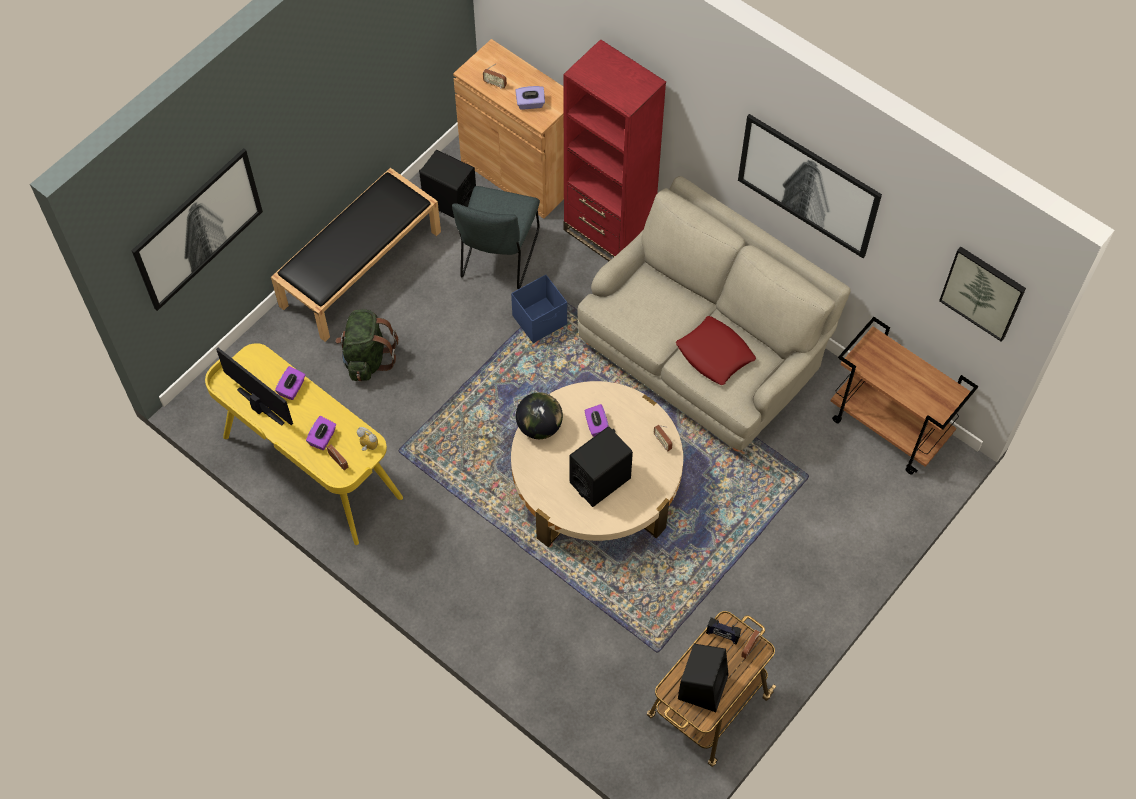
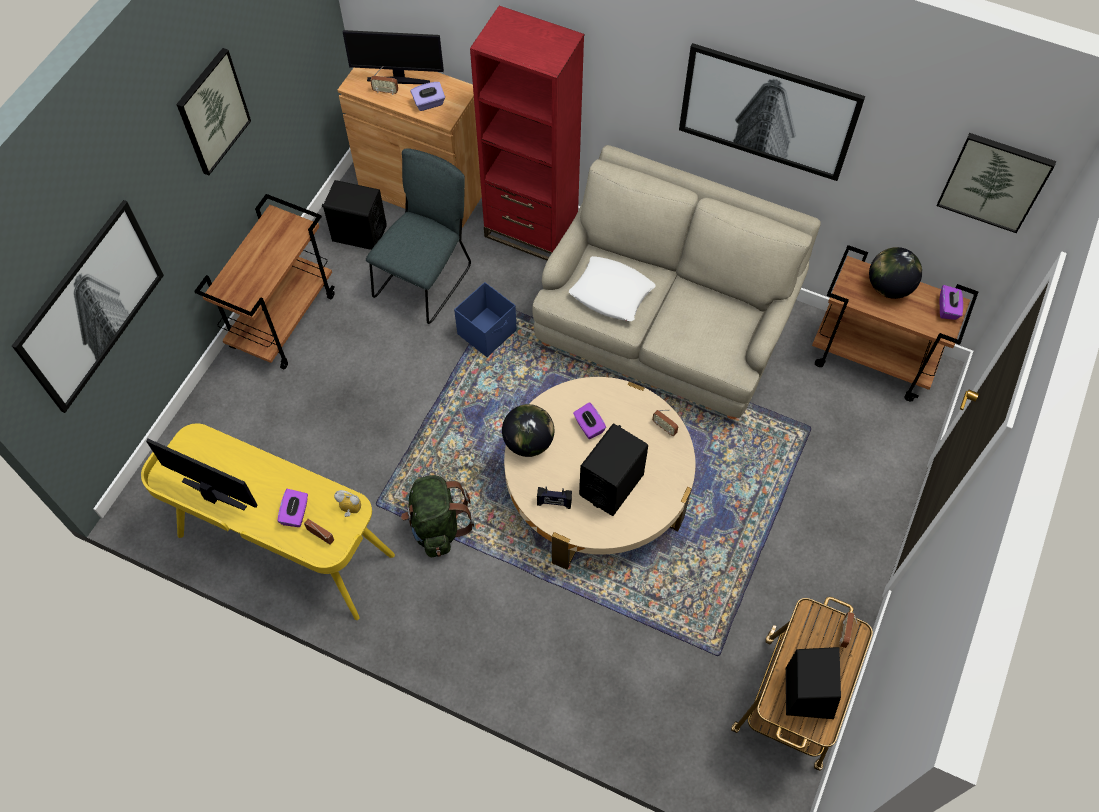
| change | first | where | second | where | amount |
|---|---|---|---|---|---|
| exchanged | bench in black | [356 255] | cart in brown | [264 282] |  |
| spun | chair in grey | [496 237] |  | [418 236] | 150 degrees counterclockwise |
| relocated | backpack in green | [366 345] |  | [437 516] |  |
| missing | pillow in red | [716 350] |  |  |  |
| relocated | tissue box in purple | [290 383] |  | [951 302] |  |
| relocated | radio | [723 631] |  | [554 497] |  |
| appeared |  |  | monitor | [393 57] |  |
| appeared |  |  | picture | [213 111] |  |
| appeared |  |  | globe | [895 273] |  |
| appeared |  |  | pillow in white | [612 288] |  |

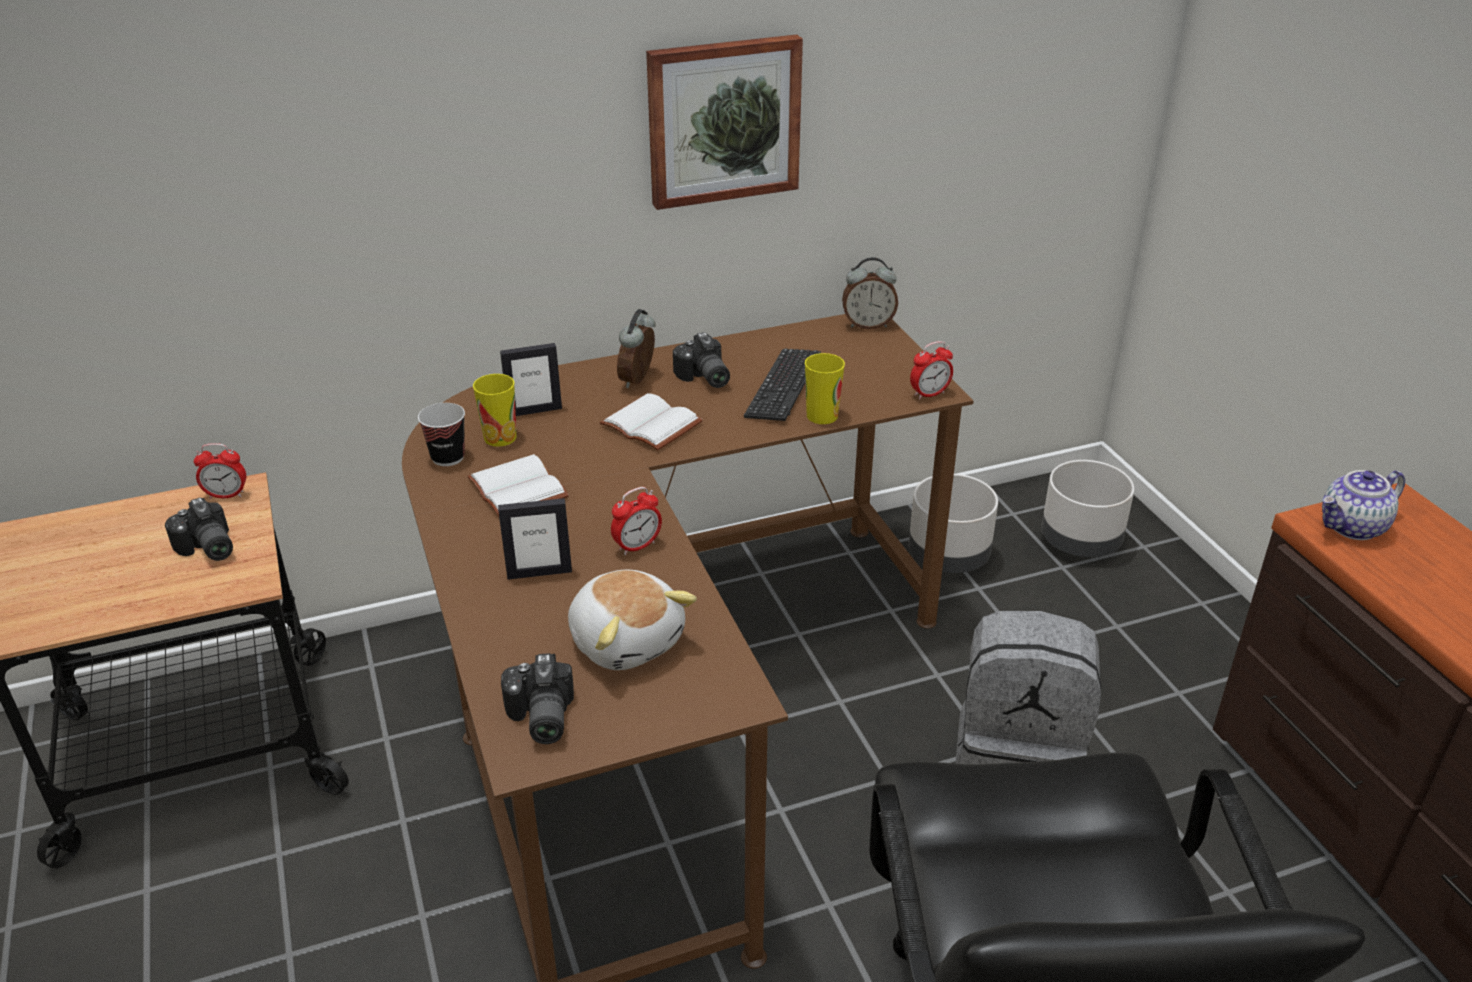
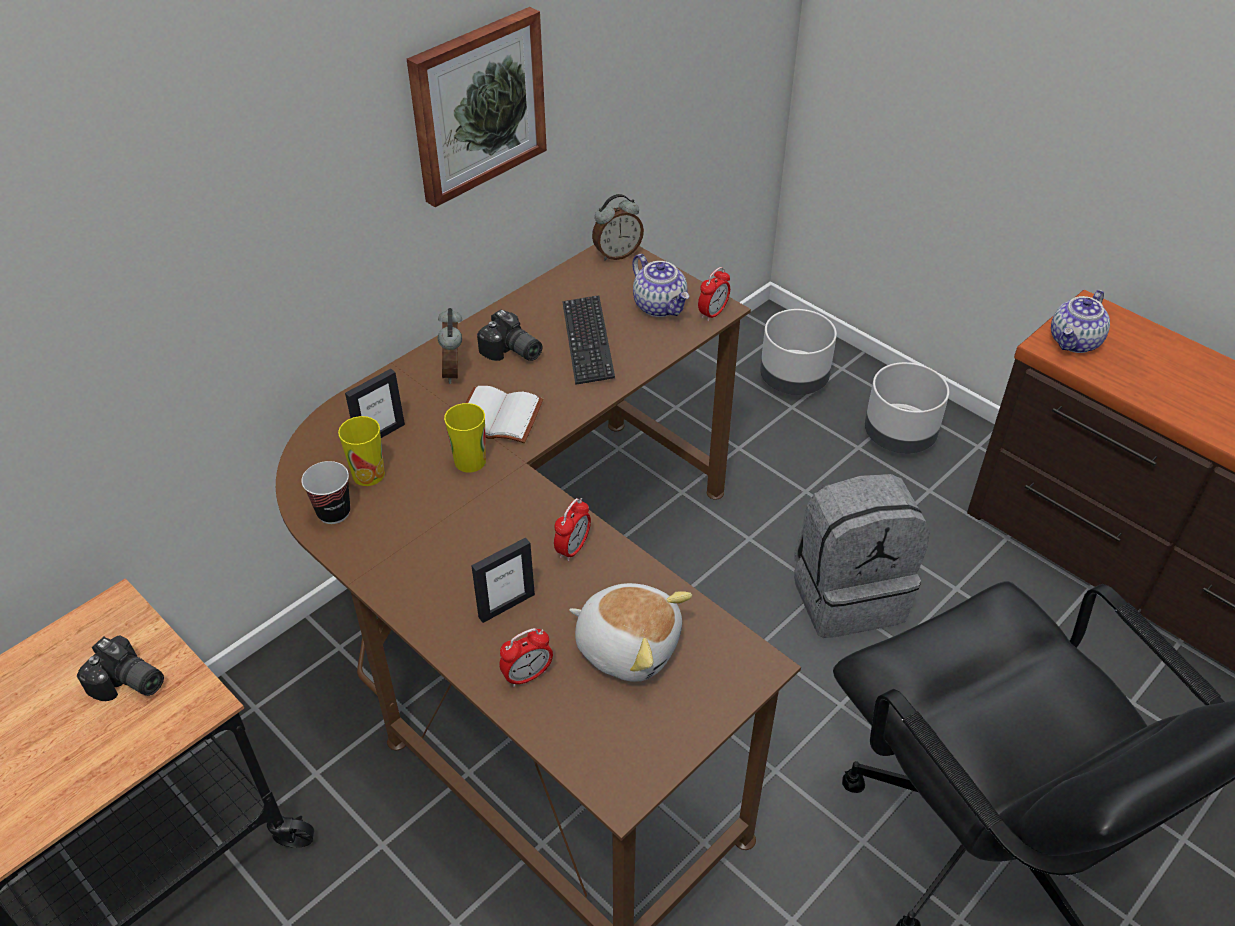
| change | first | where | second | where | amount |
|---|---|---|---|---|---|
| relocated | cup | [825 388] |  | [465 437] |  |
| relocated | alarm clock | [219 471] |  | [526 657] |  |
| missing | book in white | [518 485] |  |  |  |
| relocated | planter in grey | [953 523] |  | [907 407] |  |
| missing | photo camera | [537 698] |  |  |  |
| appeared |  |  | teapot | [660 285] |  |

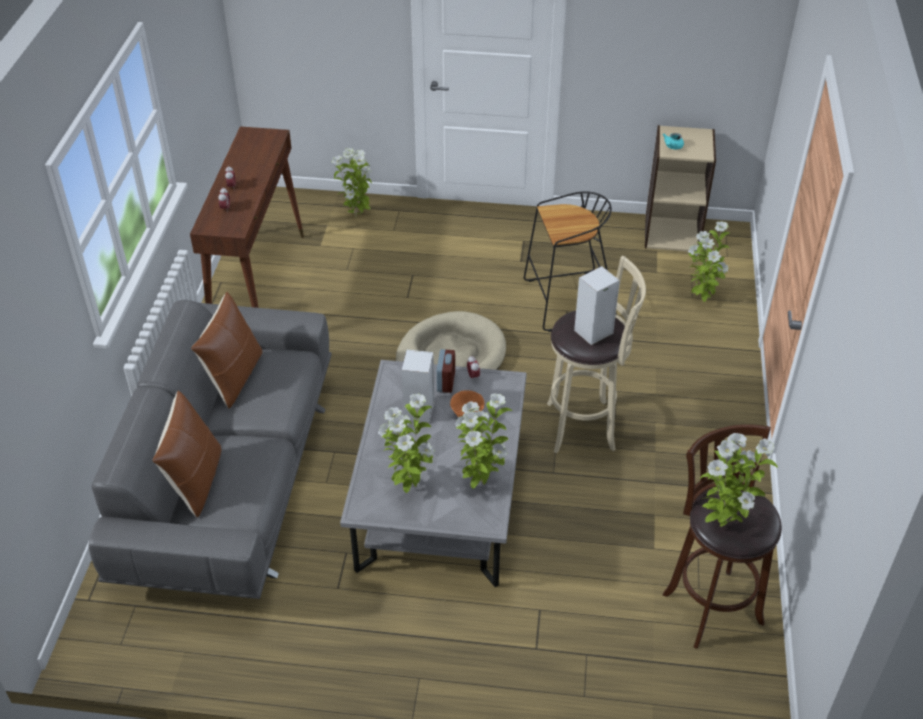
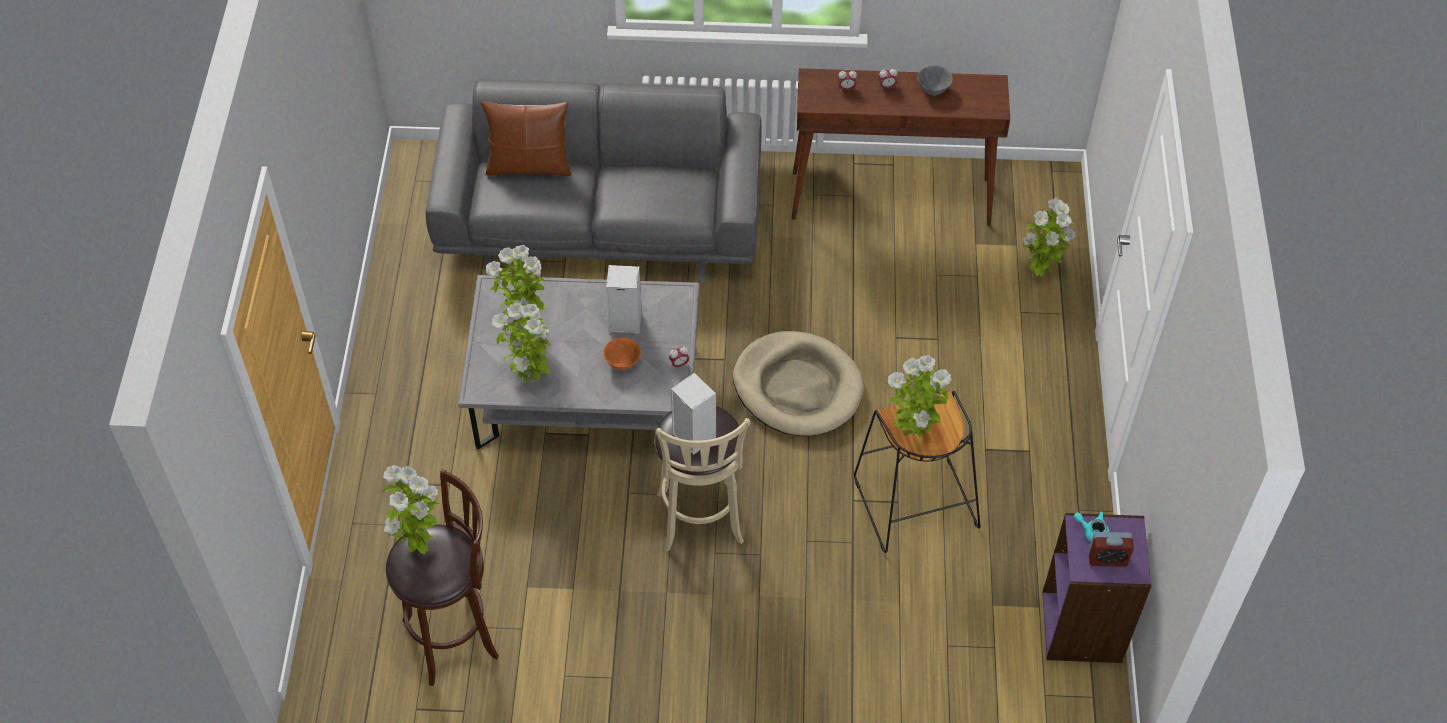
| change | first | where | second | where | amount |
|---|---|---|---|---|---|
| colour | bookcase in beige | [680 188] | bookcase in purple | [1097 588] |  |
| relocated | potted plant | [708 261] |  | [919 396] |  |
| missing | pillow in brown | [226 350] |  |  |  |
| relocated | alarm clock | [446 371] |  | [1111 549] |  |
| appeared |  |  | bowl in grey | [935 80] |  |

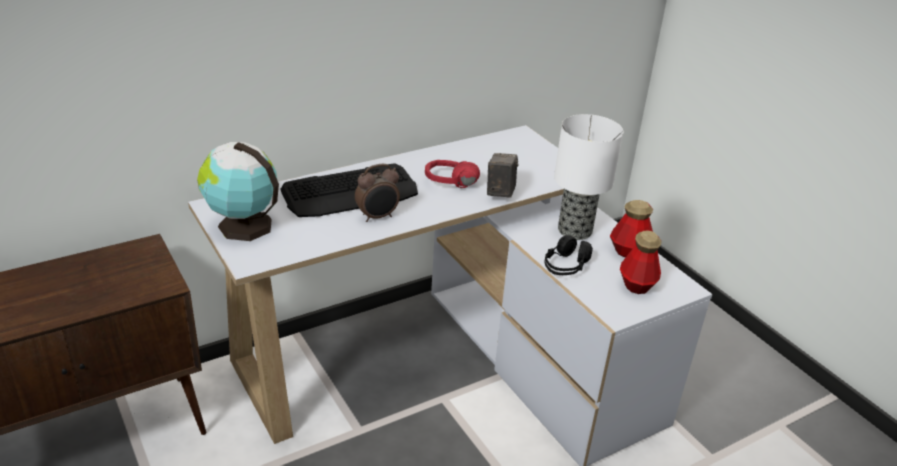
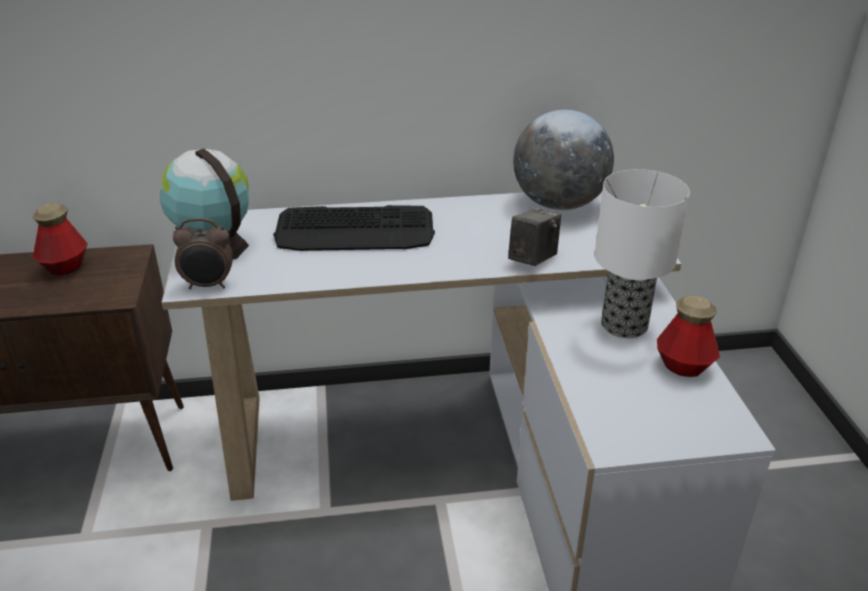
| change | first | where | second | where | amount |
|---|---|---|---|---|---|
| missing | headphones in red | [452 174] |  |  |  |
| relocated | alarm clock | [377 193] |  | [203 253] |  |
| relocated | bottle | [641 262] |  | [60 239] |  |
| missing | headphones in black | [568 255] |  |  |  |
| appeared |  |  | globe | [563 159] |  |

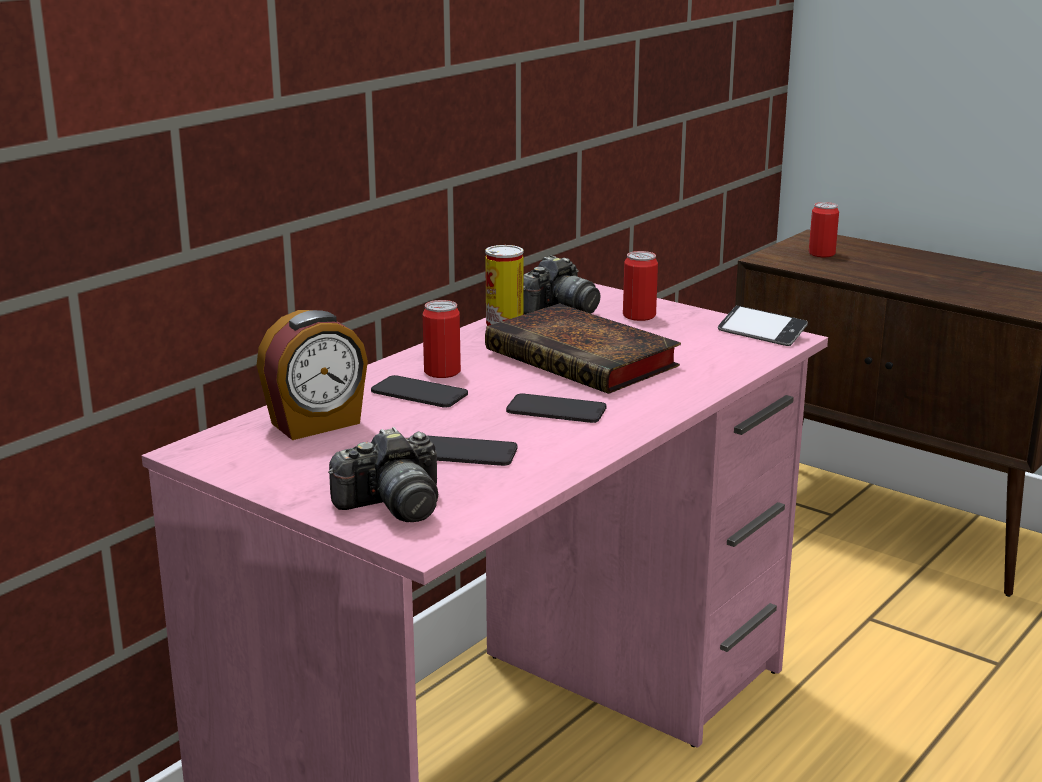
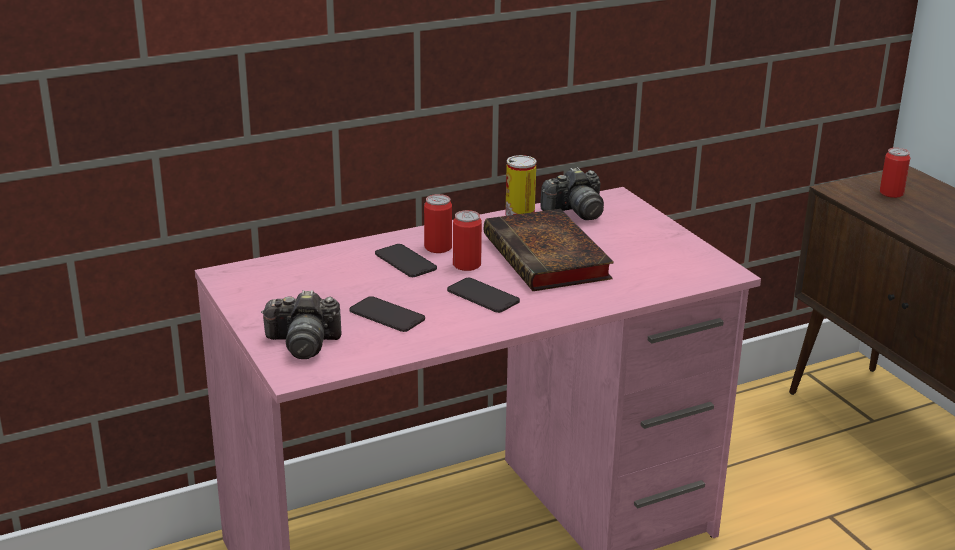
| change | first | where | second | where | amount |
|---|---|---|---|---|---|
| relocated | can | [640 286] |  | [467 240] |  |
| missing | phone | [763 326] |  |  |  |
| missing | alarm clock | [312 375] |  |  |  |

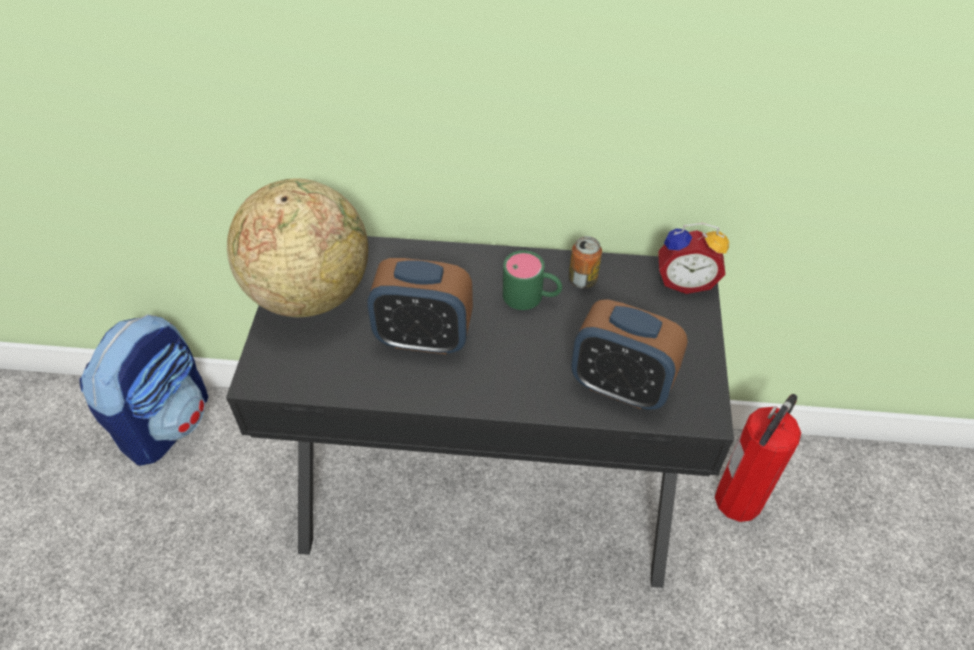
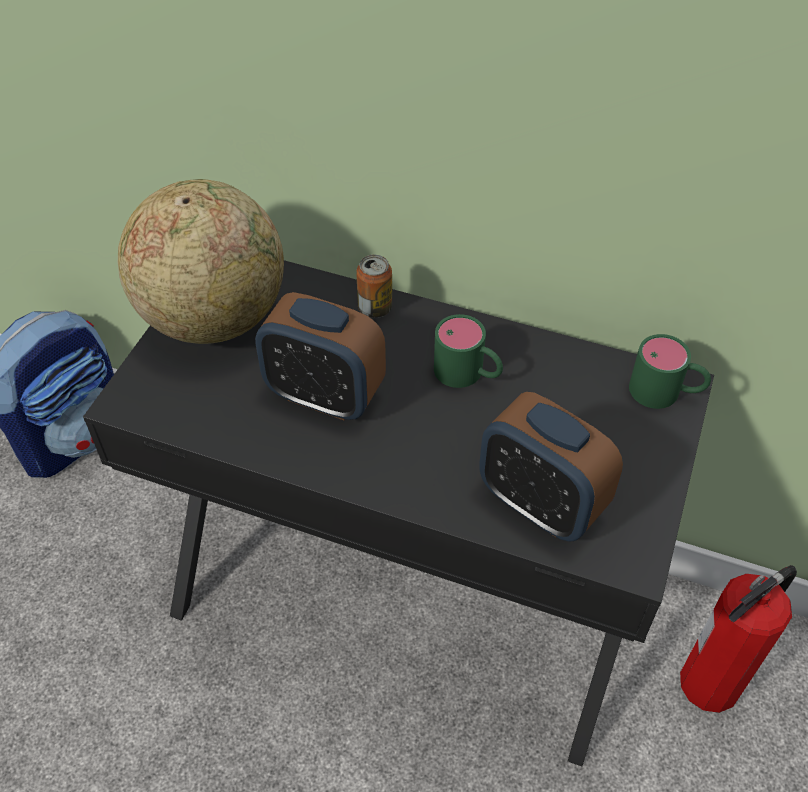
| change | first | where | second | where | amount |
|---|---|---|---|---|---|
| exchanged | alarm clock | [693 258] | mug in green | [670 371] |  |
| relocated | can | [585 262] |  | [374 286] |  |

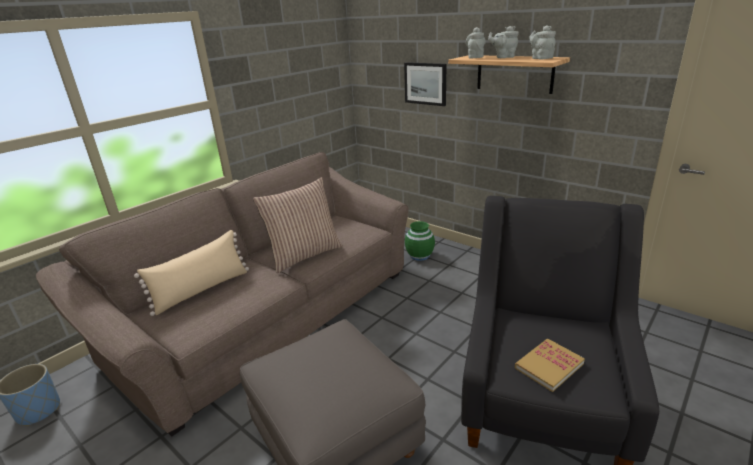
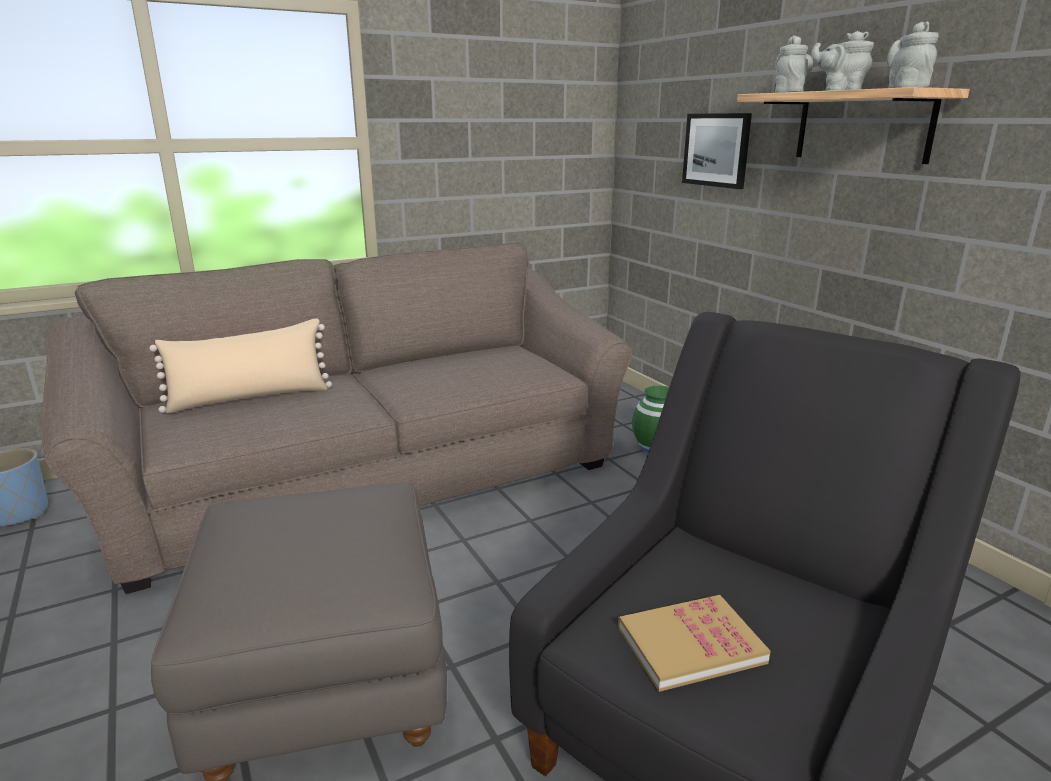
| change | first | where | second | where | amount |
|---|---|---|---|---|---|
| missing | pillow | [297 225] |  |  |  |

